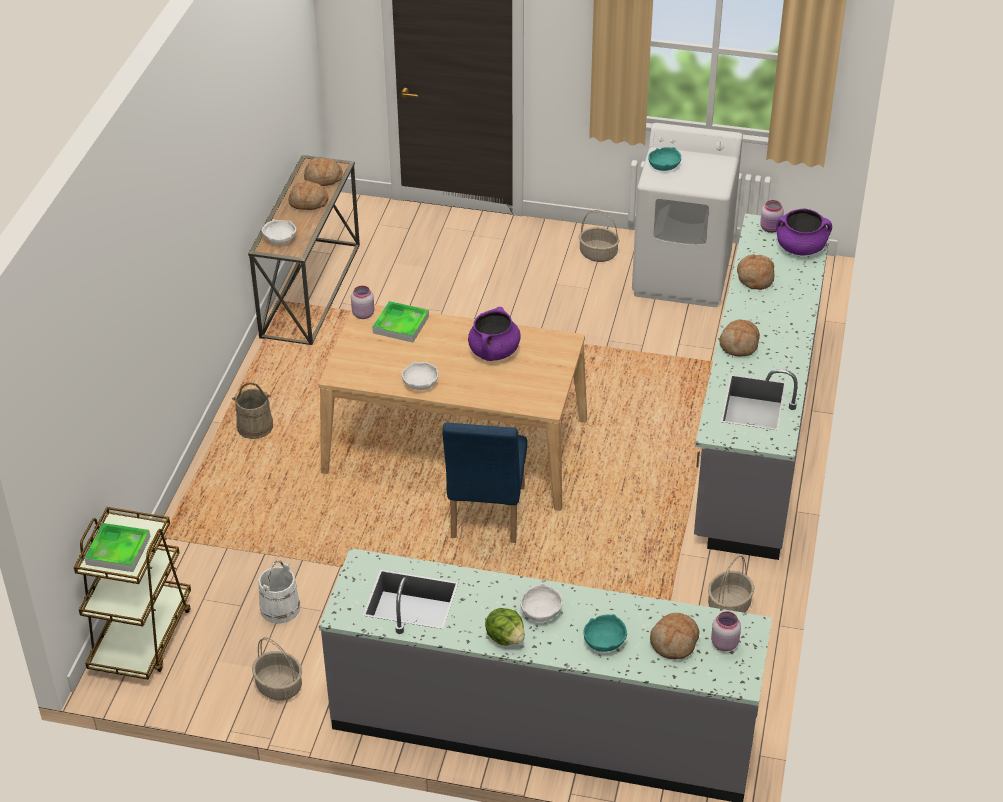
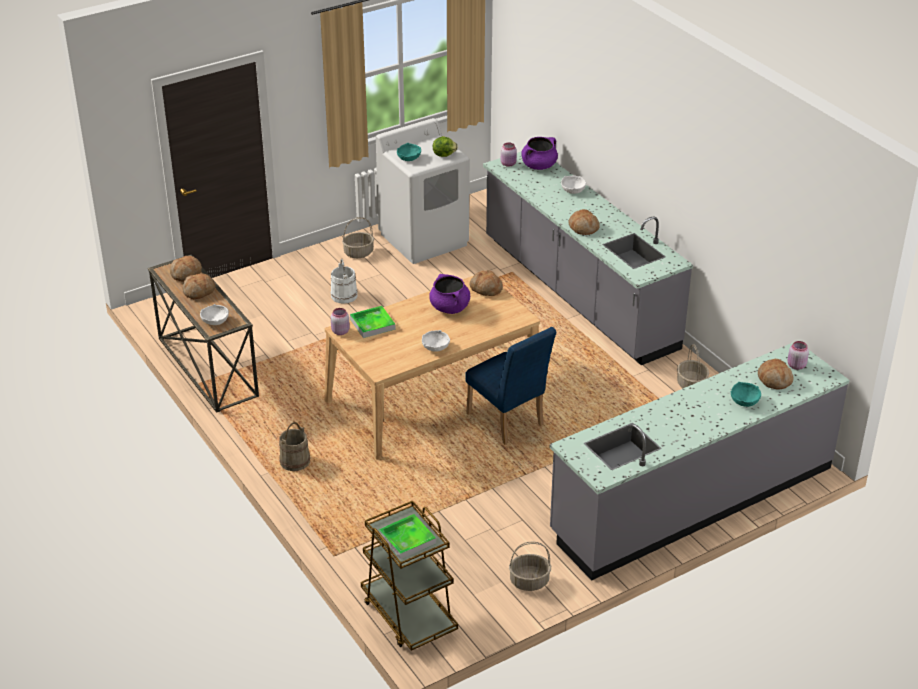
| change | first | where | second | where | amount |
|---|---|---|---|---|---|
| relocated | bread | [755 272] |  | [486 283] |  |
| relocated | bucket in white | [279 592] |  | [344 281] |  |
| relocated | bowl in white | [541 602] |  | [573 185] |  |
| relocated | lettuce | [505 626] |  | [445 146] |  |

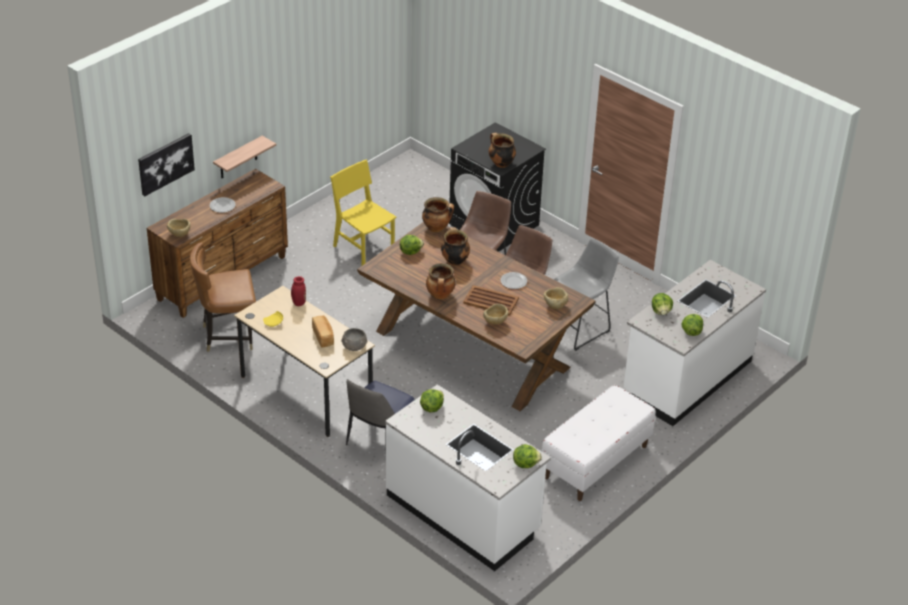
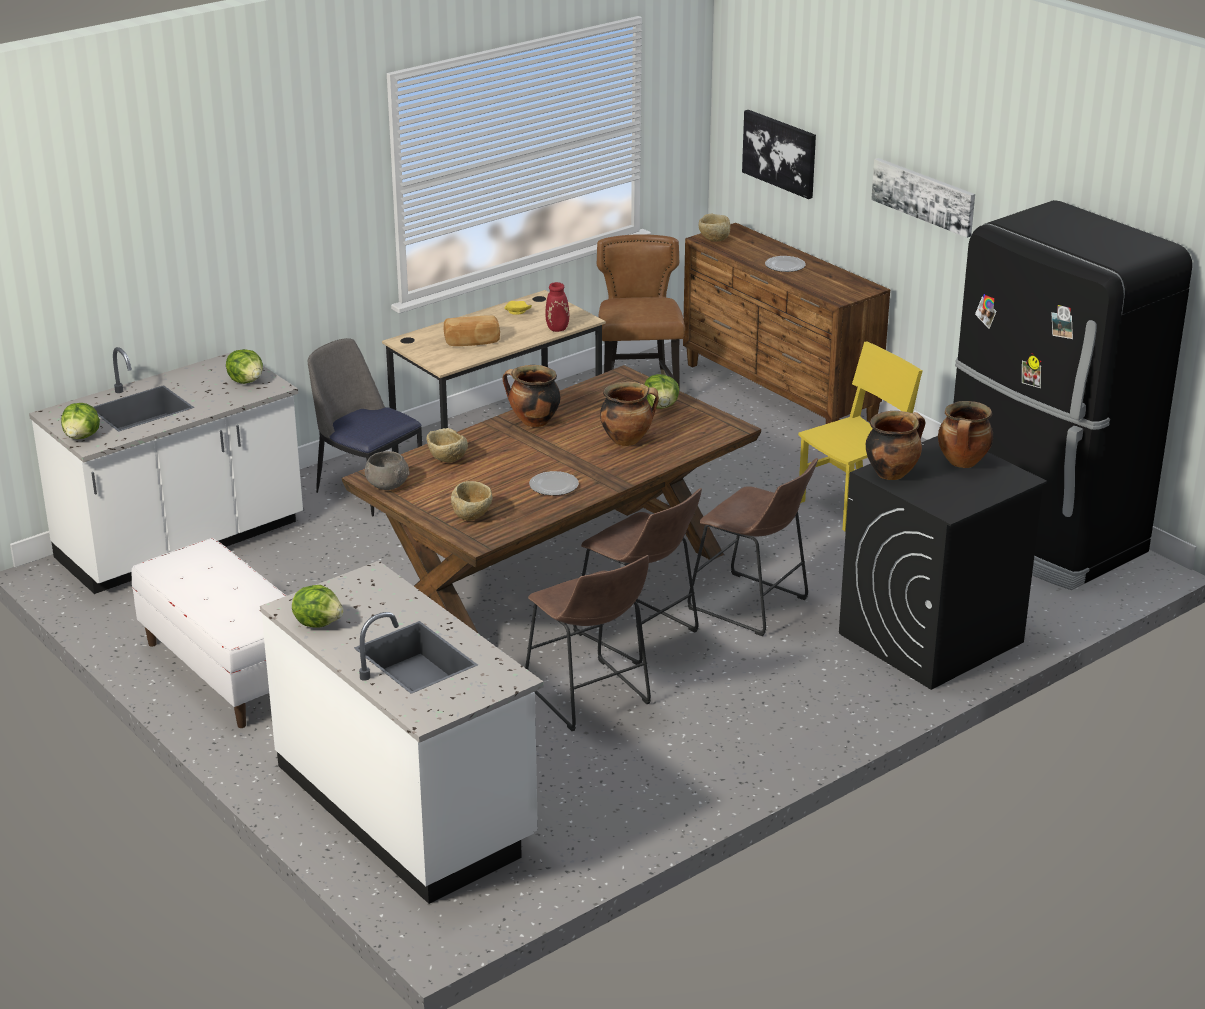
| change | first | where | second | where | amount |
|---|---|---|---|---|---|
| missing | shelf | [244 157] |  |  |  |
| relocated | cooking pot | [438 214] |  | [965 434] |  |
| colour | stool in grey | [586 294] | stool in brown | [588 643] |  |
| missing | tray in brown | [491 300] |  |  |  |
| missing | lettuce | [662 304] |  |  |  |
| relocated | bowl in grey | [354 339] |  | [387 470] |  |
| appeared |  |  | picture | [923 198] |  |
| appeared |  |  | fridge in black | [1073 395] |  |

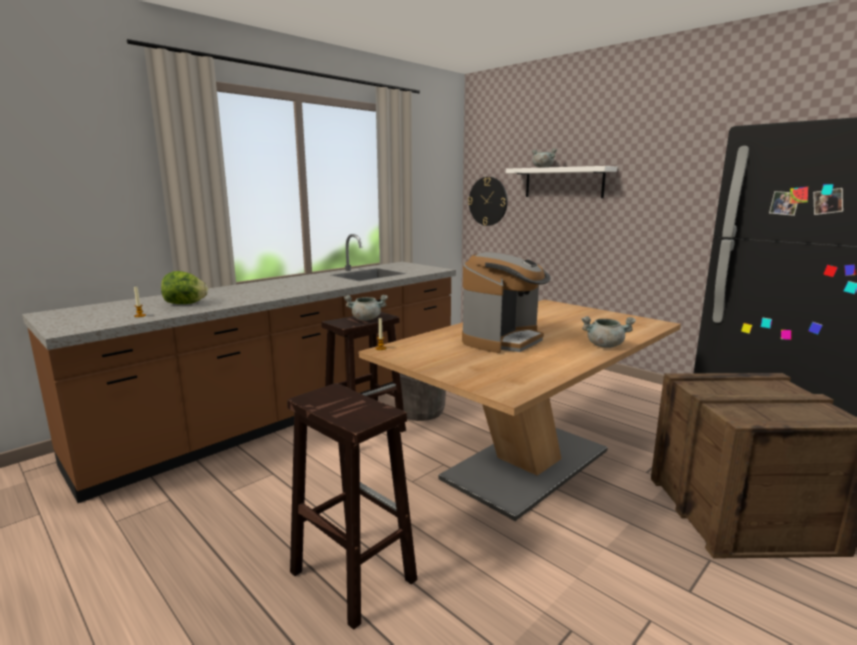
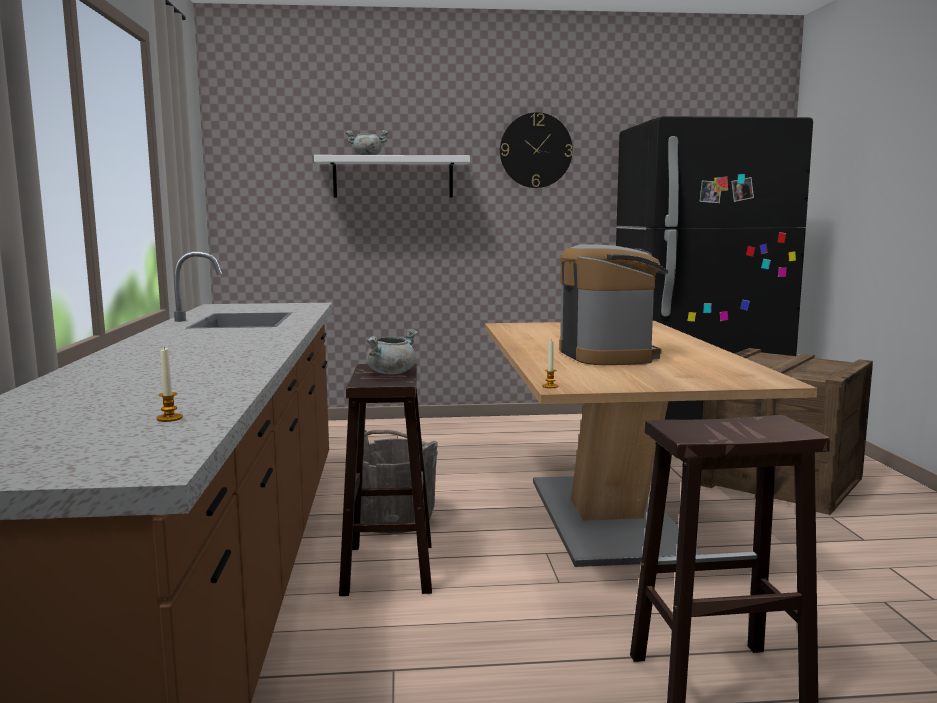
| change | first | where | second | where | amount |
|---|---|---|---|---|---|
| relocated | wall clock | [488 201] |  | [536 150] |  |
| missing | lettuce | [184 287] |  |  |  |
| missing | cooking pot in grey | [608 332] |  |  |  |

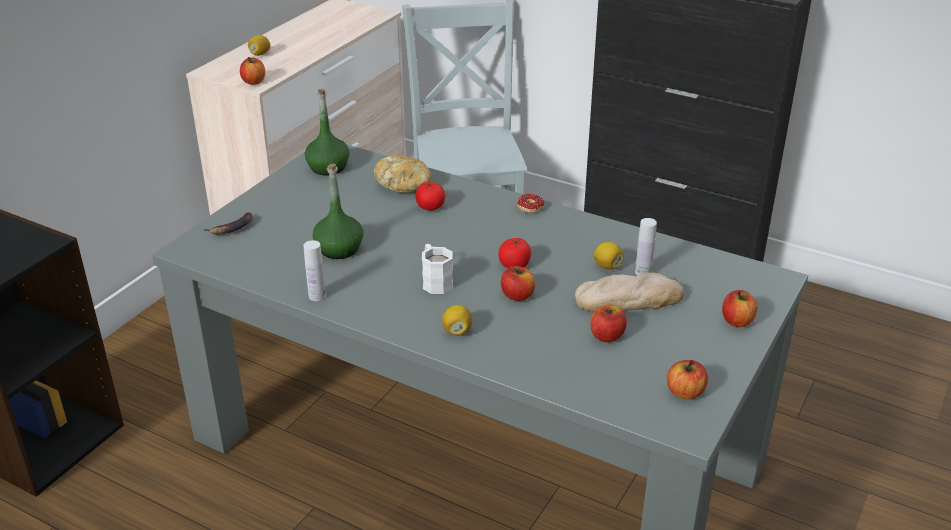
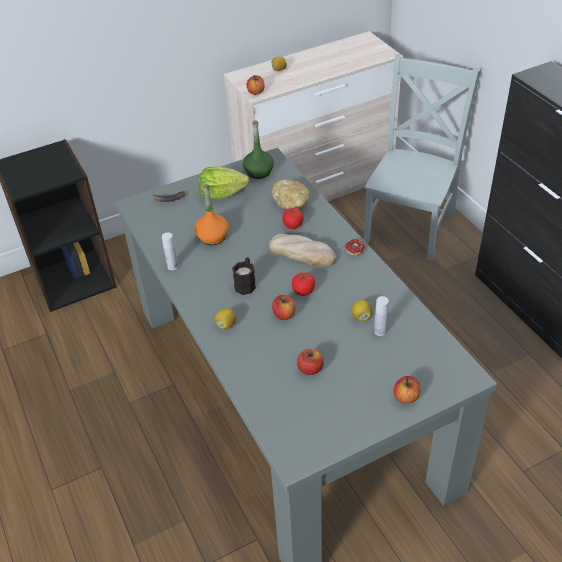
| change | first | where | second | where | amount |
|---|---|---|---|---|---|
| colour | bottle in green | [338 211] | bottle in orange | [212 214] |  |
| colour | mug in white | [437 269] | mug in black | [244 276] |  |
| relocated | bread | [629 292] |  | [302 250] |  |
| missing | apple | [687 380] |  |  |  |
| appeared |  |  | lettuce | [224 183] |  |

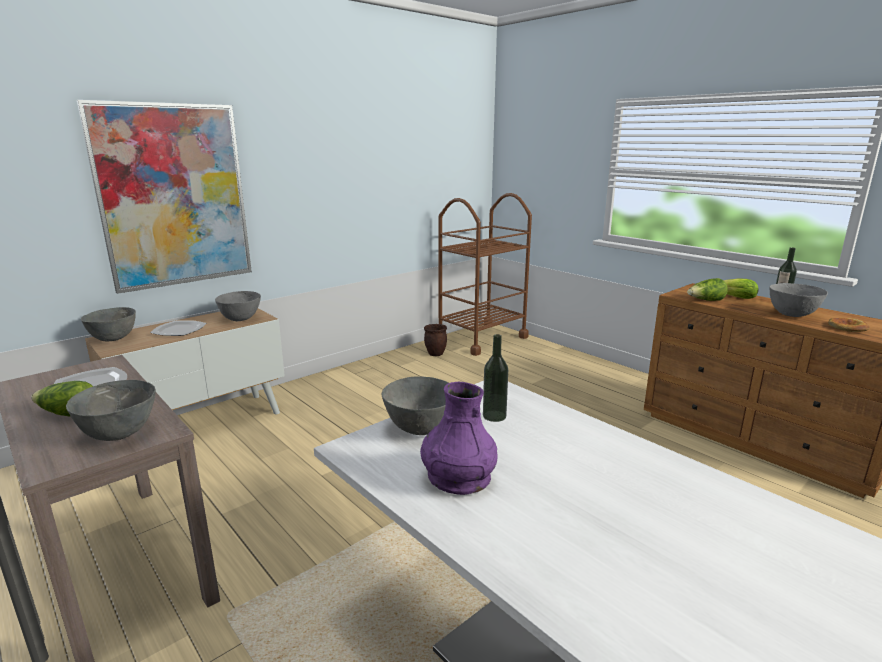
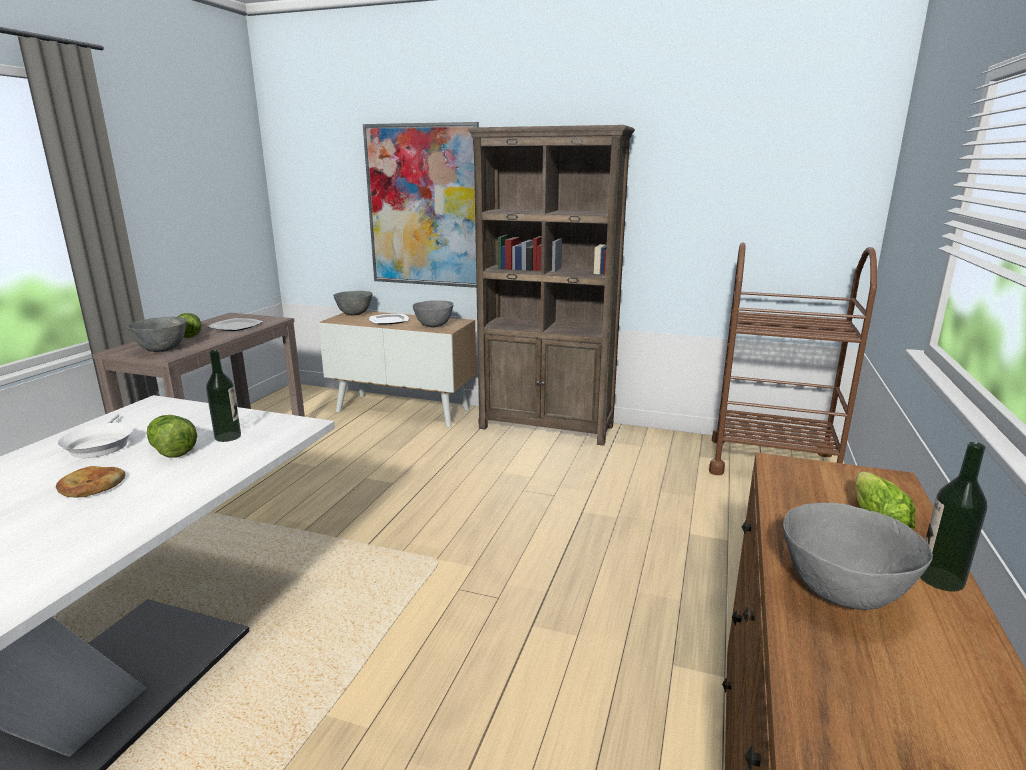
| change | first | where | second | where | amount |
|---|---|---|---|---|---|
| relocated | lettuce | [707 289] |  | [172 436] |  |
| relocated | bread | [849 325] |  | [91 481] |  |
| missing | planter in brown | [435 340] |  |  |  |
| missing | bowl in grey | [415 405] |  |  |  |
| exchanged | vase in purple | [459 438] | frying pan in white | [95 435] |  |
| appeared |  |  | bookcase in brown | [551 285] |  |

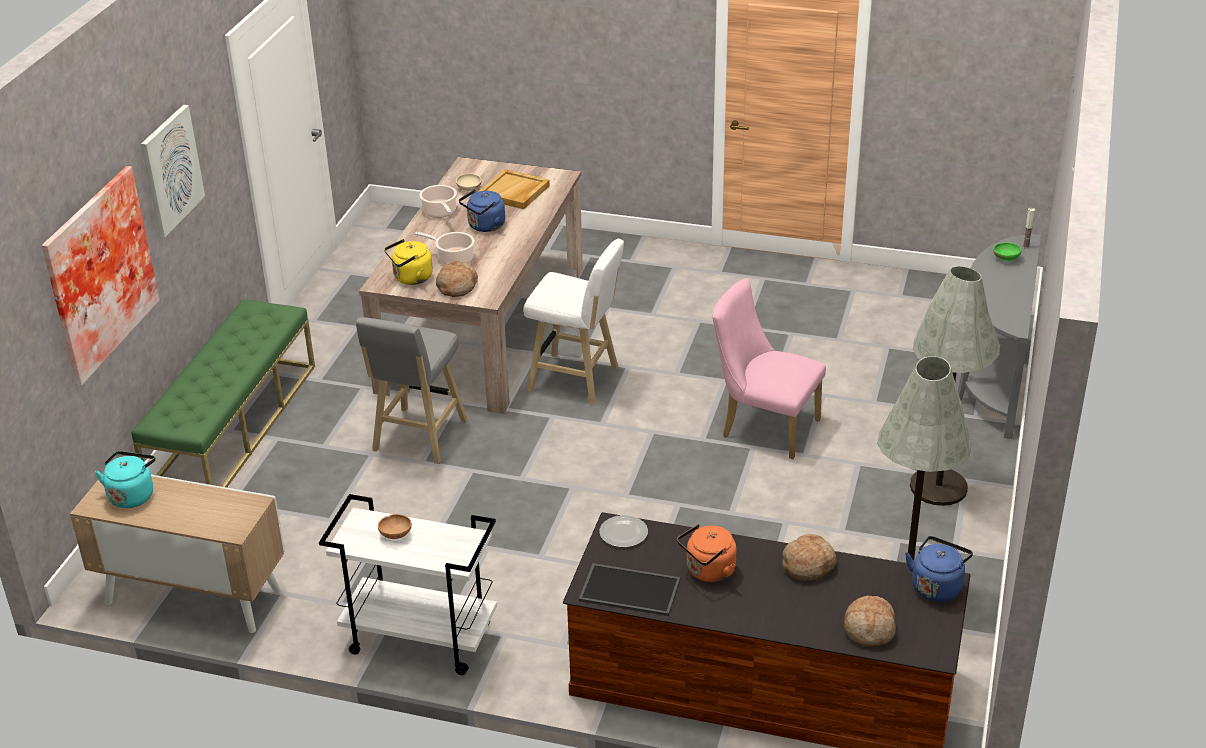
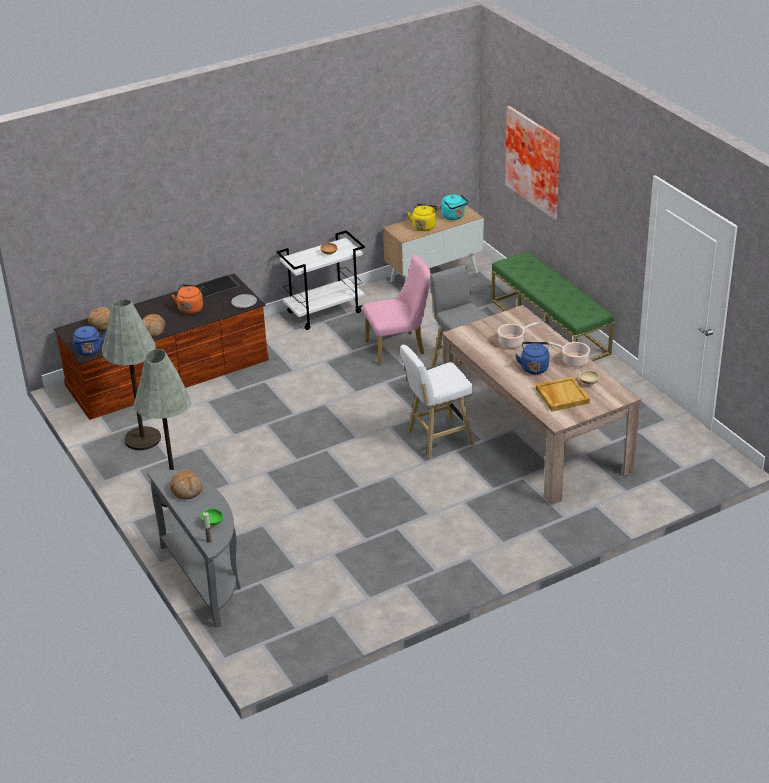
| change | first | where | second | where | amount |
|---|---|---|---|---|---|
| missing | picture | [173 171] |  |  |  |
| relocated | kettle in yellow | [408 262] |  | [422 217] |  |
| relocated | bread | [457 279] |  | [186 484] |  |
| relocated | chair in pink | [769 368] |  | [397 309] |  |

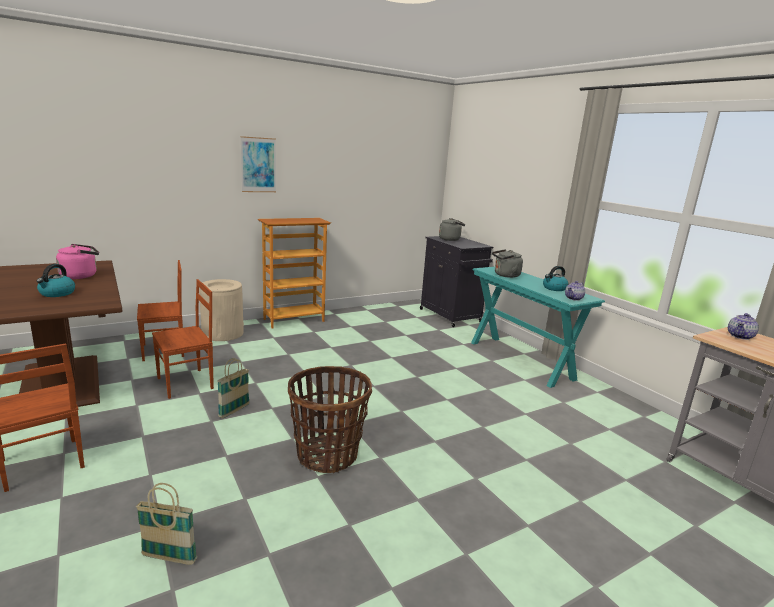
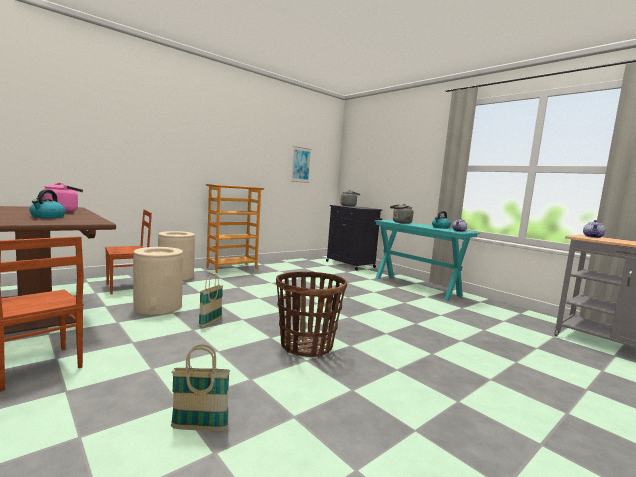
| change | first | where | second | where | amount |
|---|---|---|---|---|---|
| relocated | picture | [258 164] |  | [301 164] |  |
| exchanged | chair in brown | [183 339] | trash can in beige | [158 281] |  |

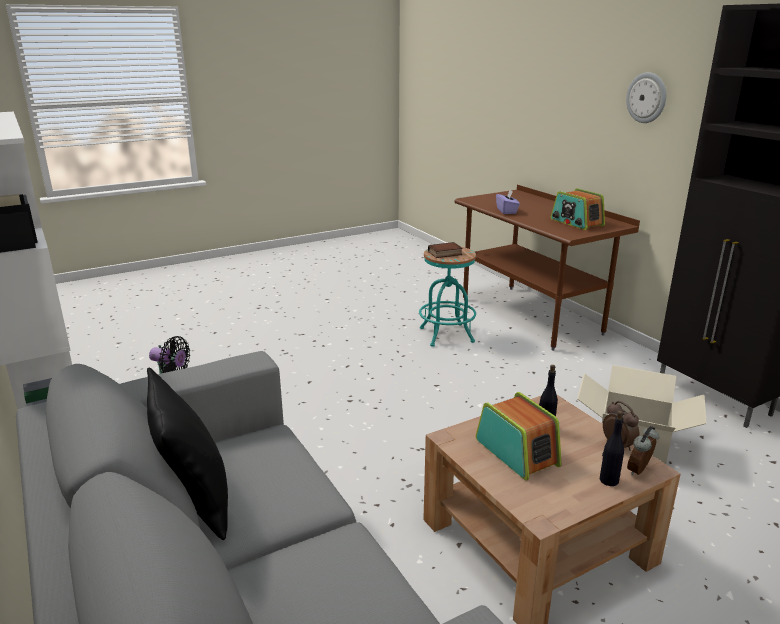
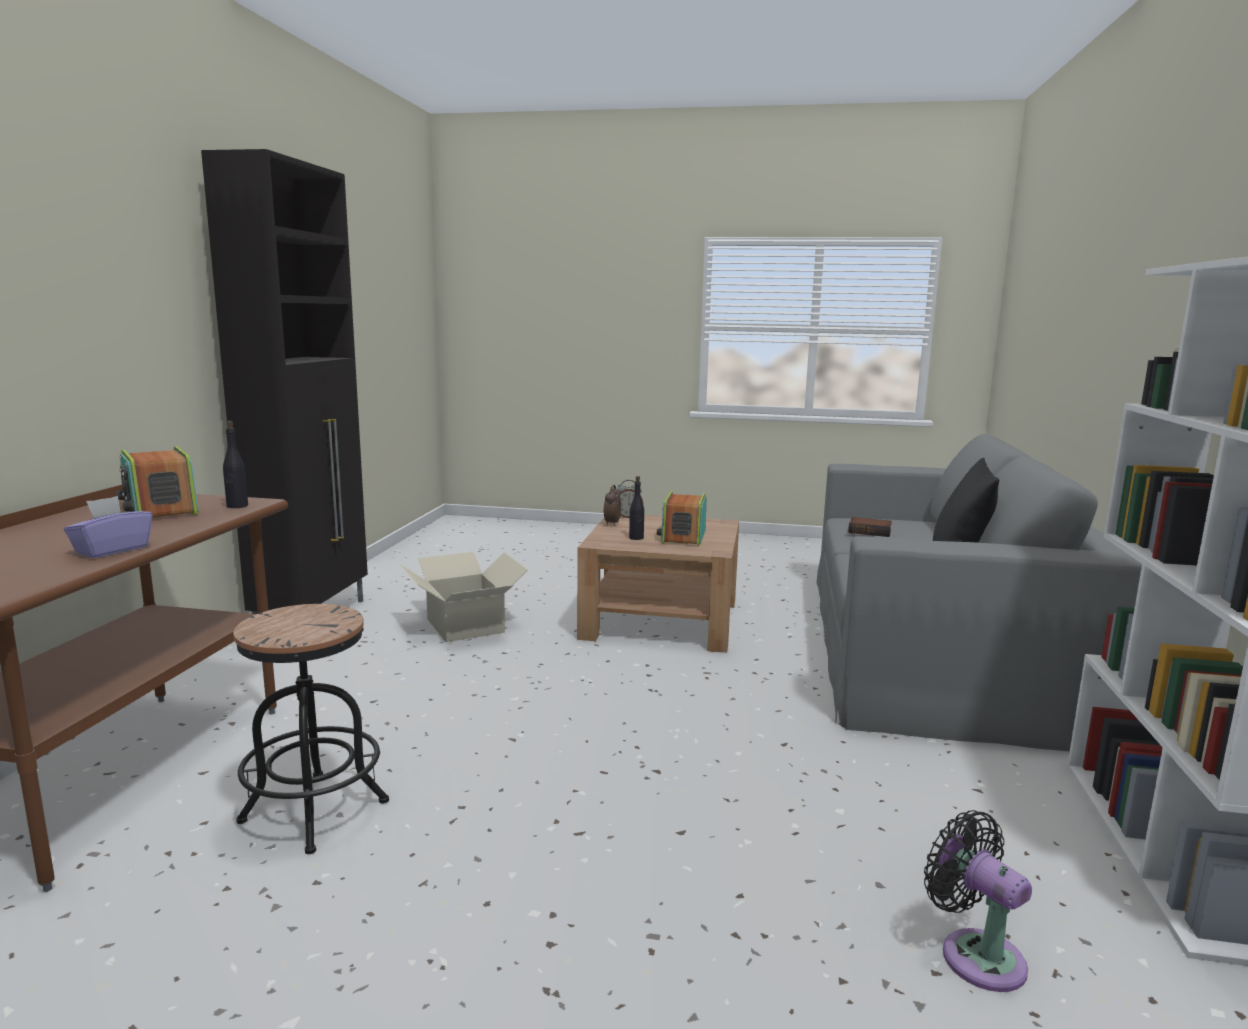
| change | first | where | second | where | amount |
|---|---|---|---|---|---|
| missing | wall clock | [646 97] |  |  |  |
| spun | radio | [578 209] |  | [157 481] | 135 degrees clockwise |
| relocated | book | [445 250] |  | [870 527] |  |
| colour | stool in turquoise | [447 297] | stool in black | [311 729] |  |
| relocated | bottle in black | [612 448] |  | [235 464] |  |

